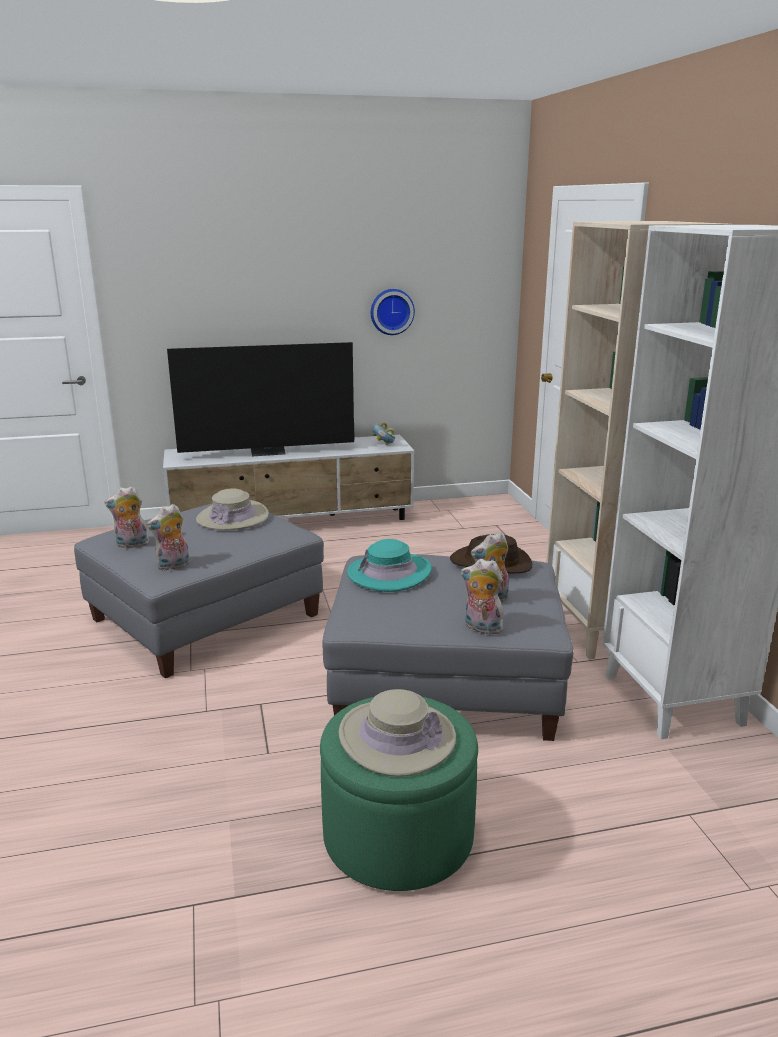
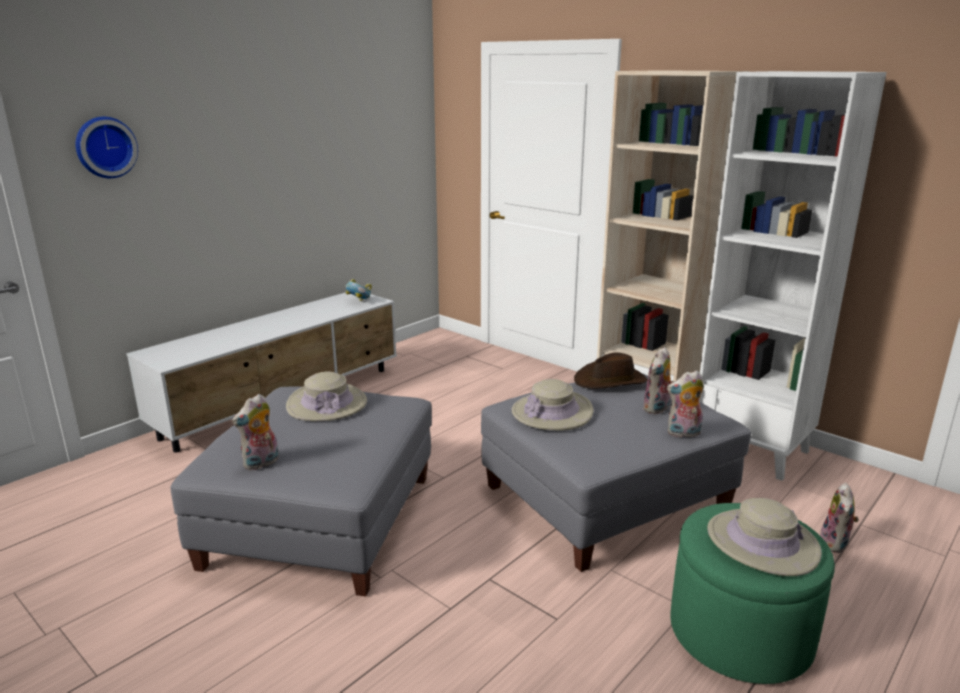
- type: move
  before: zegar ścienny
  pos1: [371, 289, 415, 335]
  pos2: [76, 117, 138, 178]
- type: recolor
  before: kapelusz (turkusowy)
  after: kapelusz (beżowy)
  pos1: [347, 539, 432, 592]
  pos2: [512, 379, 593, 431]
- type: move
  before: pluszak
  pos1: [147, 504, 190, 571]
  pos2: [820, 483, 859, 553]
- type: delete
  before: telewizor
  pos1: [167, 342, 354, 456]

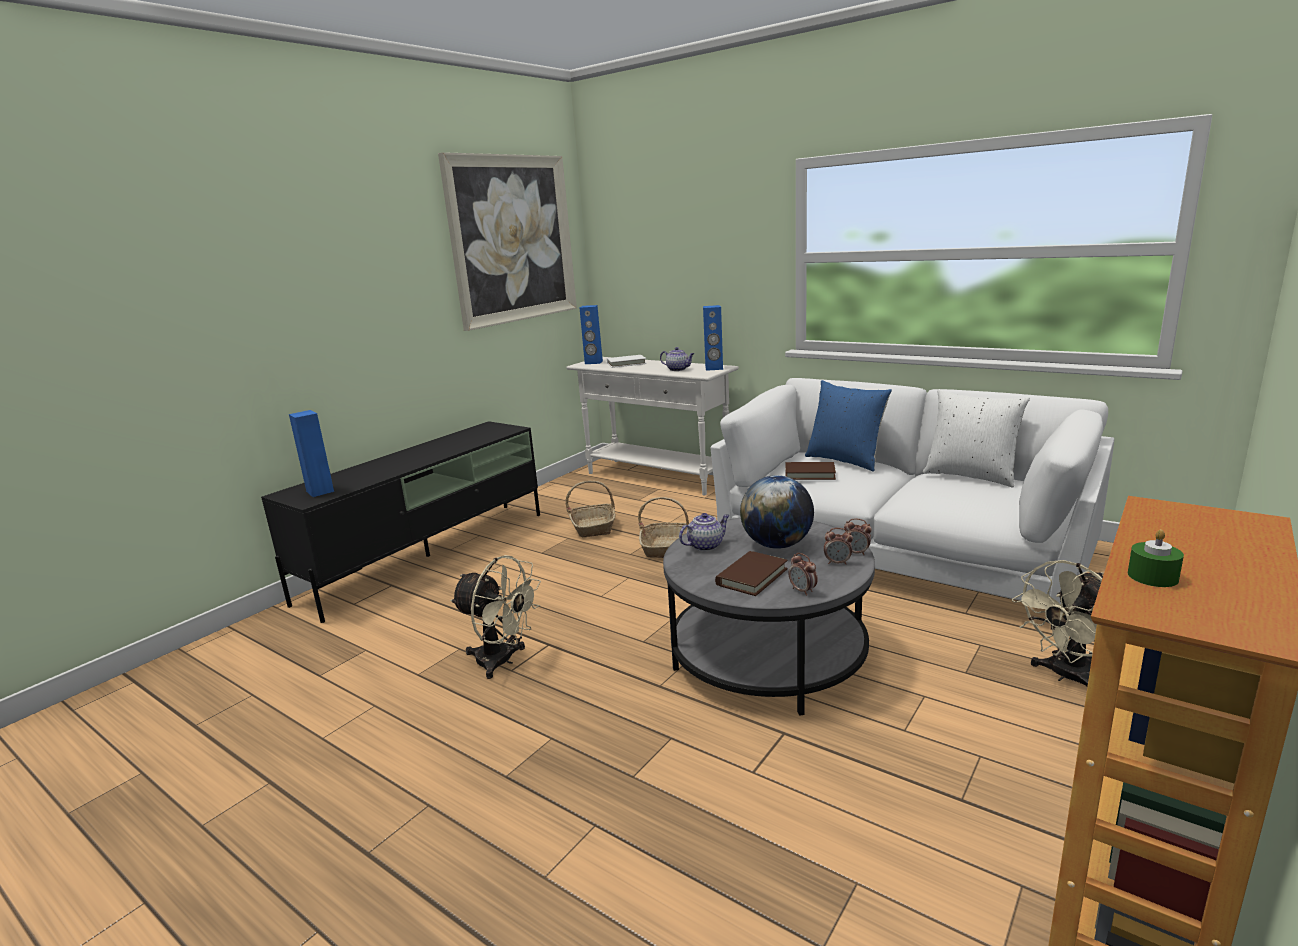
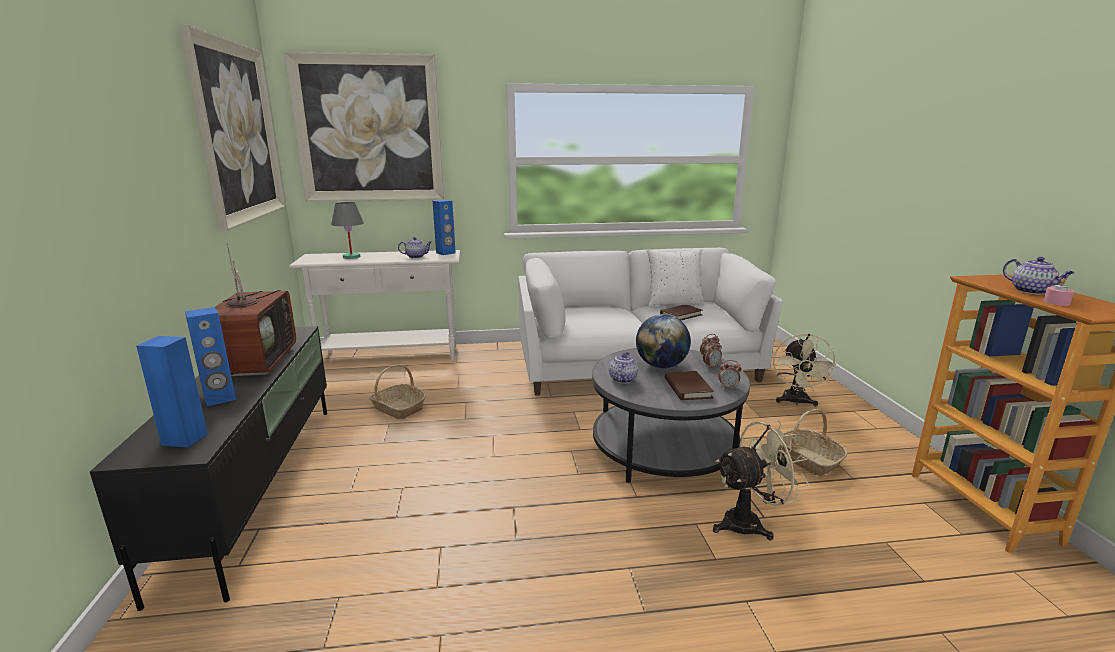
- type: move
  before: głośnik (niebieski)
  pos1: [580, 305, 603, 364]
  pos2: [185, 307, 236, 407]
- type: insert
  after: telewizor
  pos2: [215, 243, 296, 376]
- type: insert
  after: obraz
  pos2: [284, 52, 444, 202]
- type: replace
  before: książka (biały)
  after: lampa stołowa (szary)
  pos1: [607, 355, 647, 368]
  pos2: [331, 202, 364, 259]
- type: move
  before: książka (brązowy)
  pos1: [786, 462, 836, 480]
  pos2: [660, 304, 703, 320]
- type: move
  before: wentylator (beżowy)
  pos1: [450, 555, 541, 679]
  pos2: [713, 421, 809, 541]
- type: move
  before: koszyk
  pos1: [638, 497, 689, 558]
  pos2: [778, 409, 848, 476]
- type: insert
  after: imbryk
  pos2: [1003, 257, 1075, 295]
- type: recolor
  before: świeca (zielony)
  after: świeca (różowy)
  pos1: [1128, 529, 1184, 587]
  pos2: [1043, 278, 1074, 306]
- type: delete
  before: poduszka (niebieski)
  pos1: [805, 380, 892, 472]

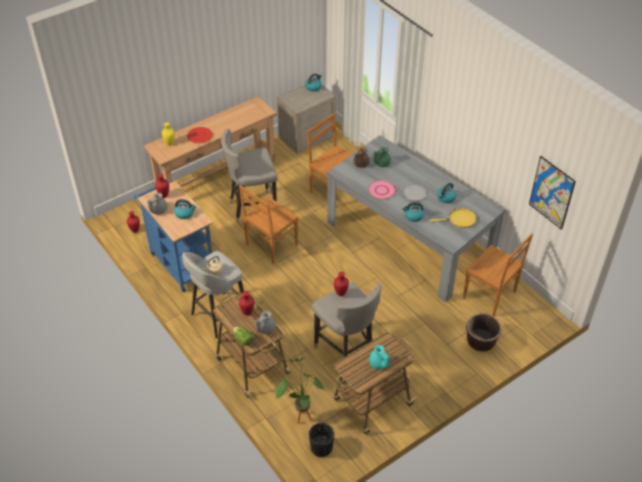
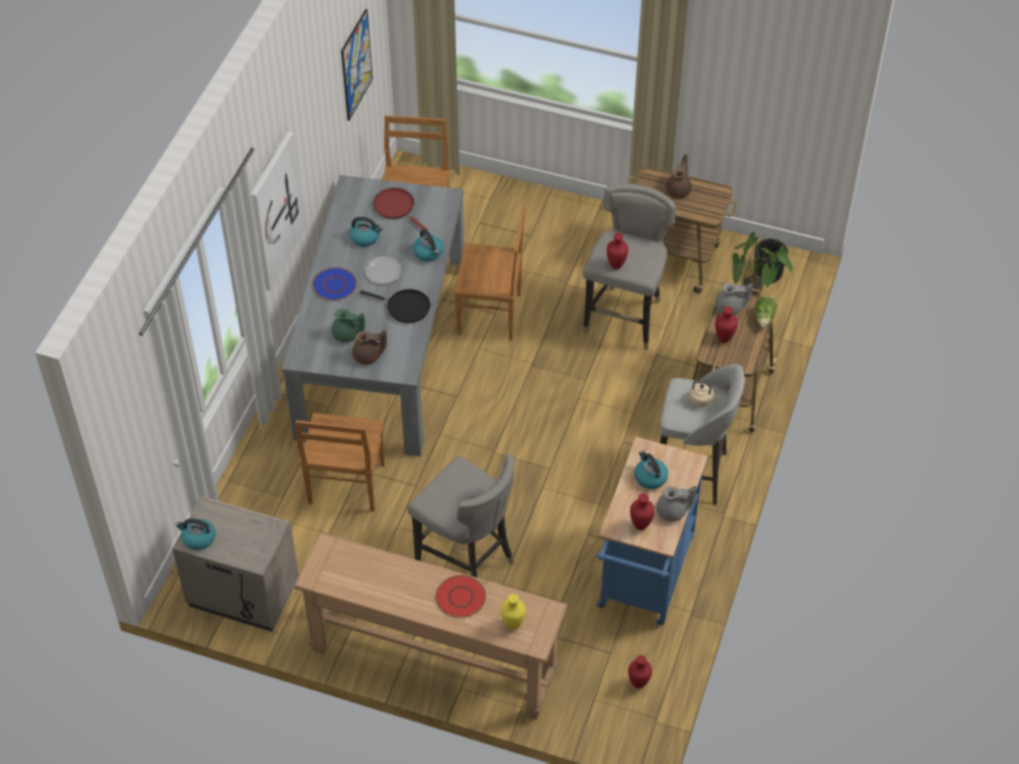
- type: insert
  after: obraz
  pos2: [251, 131, 305, 291]
- type: insert
  after: talerz (niebieski)
  pos2: [312, 267, 357, 301]
- type: replace
  before: talerz (różowy)
  after: patelnia (czarny)
  pos1: [368, 180, 396, 199]
  pos2: [360, 289, 430, 323]
- type: recolor
  before: patelnia (żółty)
  after: patelnia (czerwony)
  pos1: [430, 208, 477, 228]
  pos2: [373, 188, 428, 231]
- type: move
  before: krzesło (brązowy)
  pos1: [239, 185, 299, 264]
  pos2: [454, 204, 526, 340]
- type: recolor
  before: imbryk (turkusowy)
  after: imbryk (brązowy)
  pos1: [369, 345, 390, 369]
  pos2: [666, 154, 692, 198]
- type: delete
  before: donica (brązowy)
  pos1: [466, 313, 502, 352]

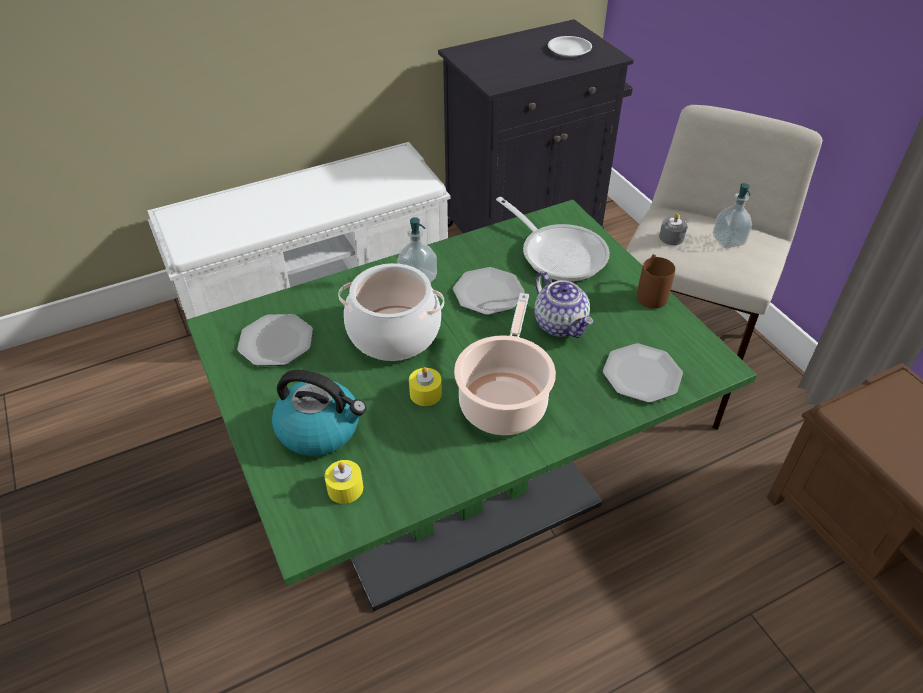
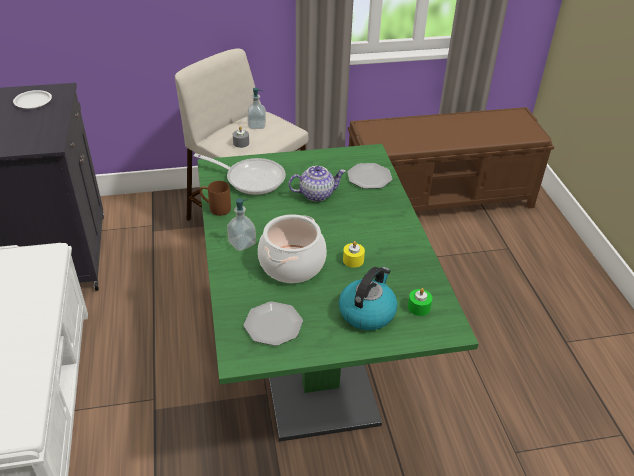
- type: rotate
  before: patelnia
  pos1: [496, 197, 610, 282]
  pos2: [194, 153, 286, 195]
  turn: 45
- type: move
  before: kubek (brązowy)
  pos1: [637, 254, 675, 309]
  pos2: [200, 181, 231, 216]
- type: recolor
  before: świeca (żółty)
  after: świeca (zielony)
  pos1: [325, 460, 363, 504]
  pos2: [408, 288, 432, 316]
- type: delete
  before: talerz
  pos1: [453, 267, 524, 315]
- type: delete
  before: garnek
  pos1: [454, 293, 556, 435]

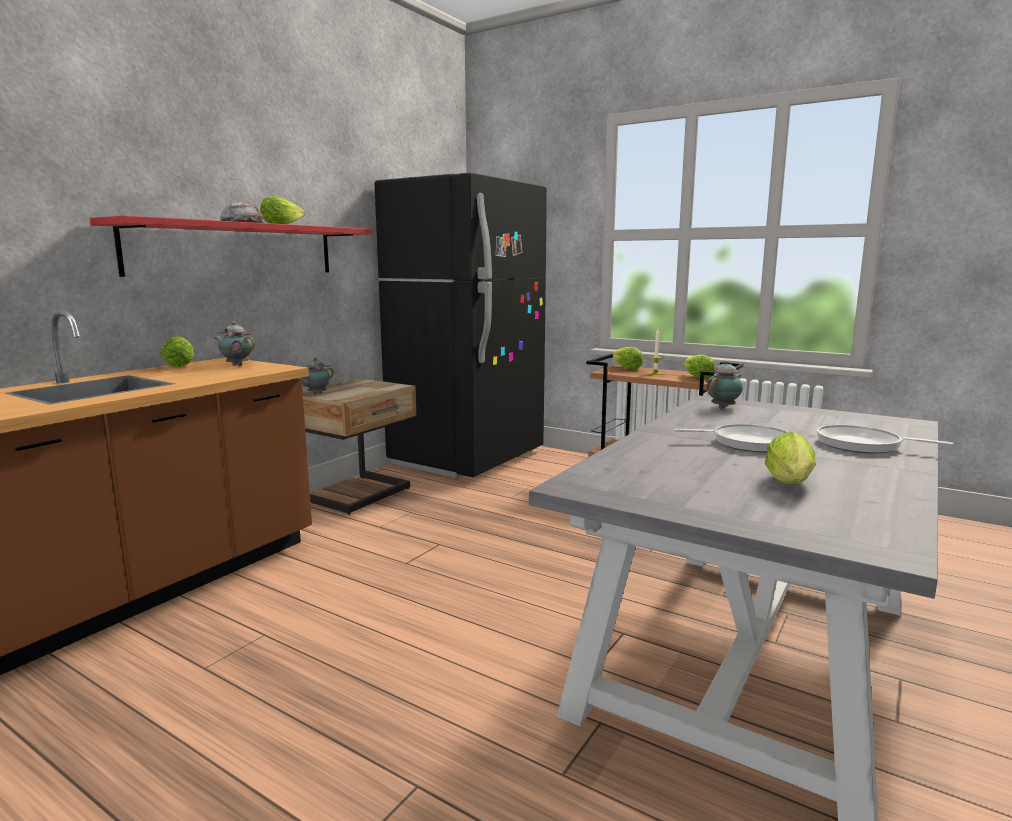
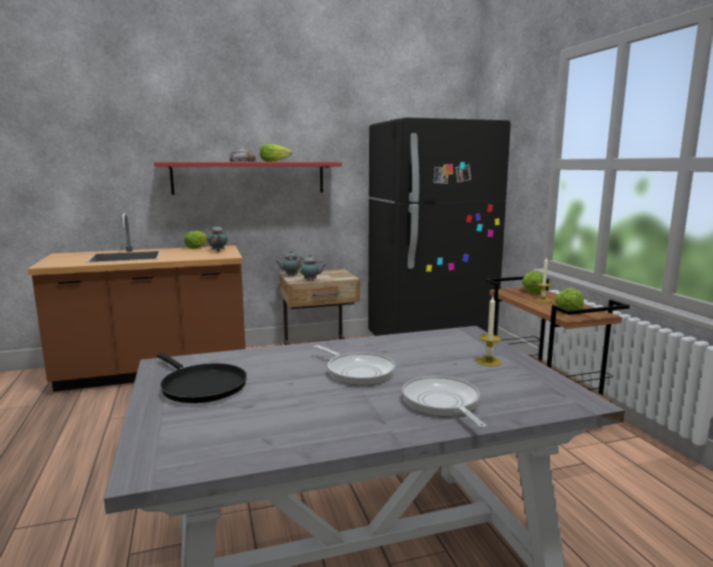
- type: insert
  after: patelnia (czarny)
  pos2: [157, 353, 247, 403]
- type: move
  before: imbryk
  pos1: [707, 360, 743, 409]
  pos2: [295, 255, 326, 281]
- type: insert
  after: świeca
  pos2: [476, 297, 502, 366]
- type: delete
  before: sałata
  pos1: [765, 431, 816, 484]

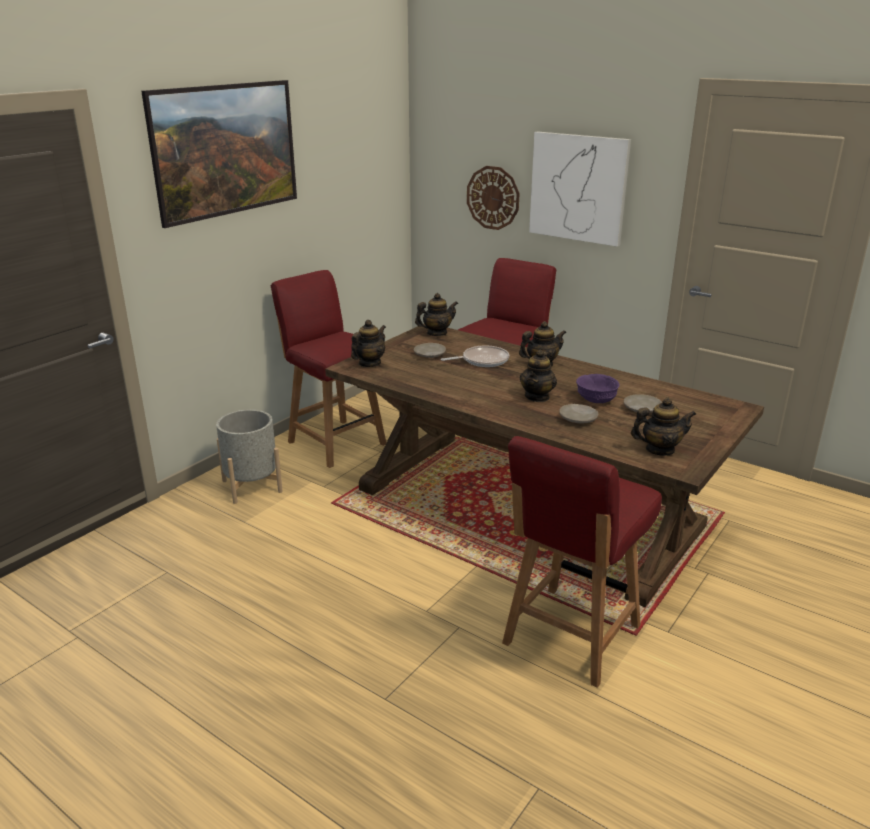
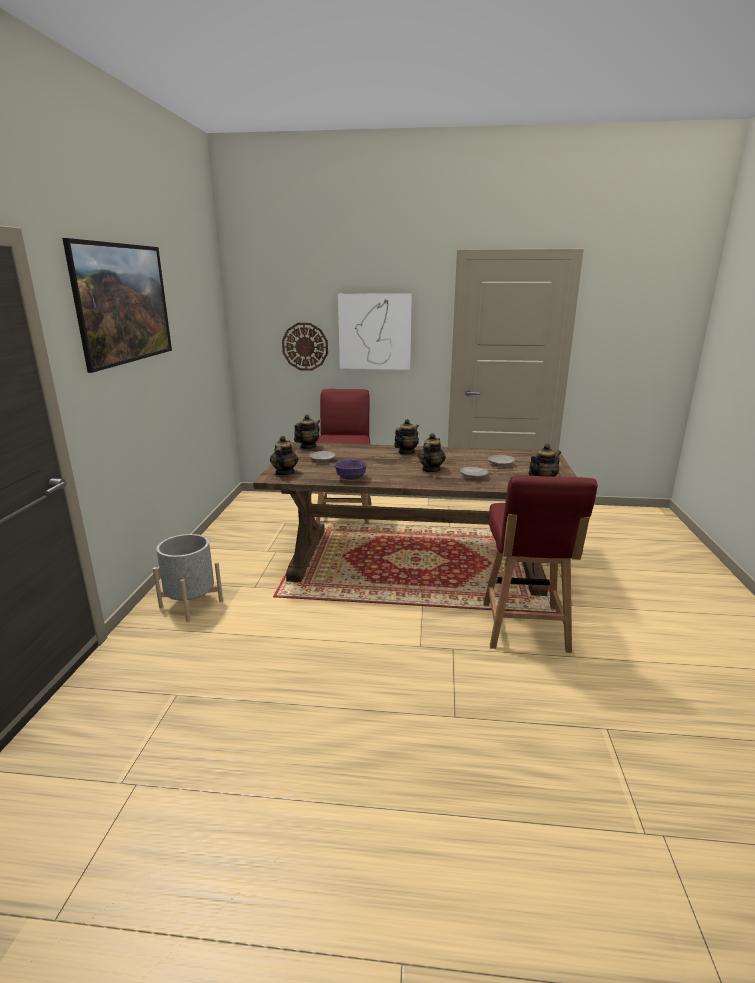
- type: move
  before: miska (fioletowy)
  pos1: [576, 374, 620, 403]
  pos2: [334, 459, 367, 480]
- type: rotate
  before: imbryk
  pos1: [520, 350, 557, 402]
  pos2: [418, 433, 446, 472]
  turn: -150
- type: delete
  before: krzesło (czerwony)
  pos1: [271, 270, 386, 468]
- type: delete
  before: patelnia
  pos1: [441, 345, 509, 367]

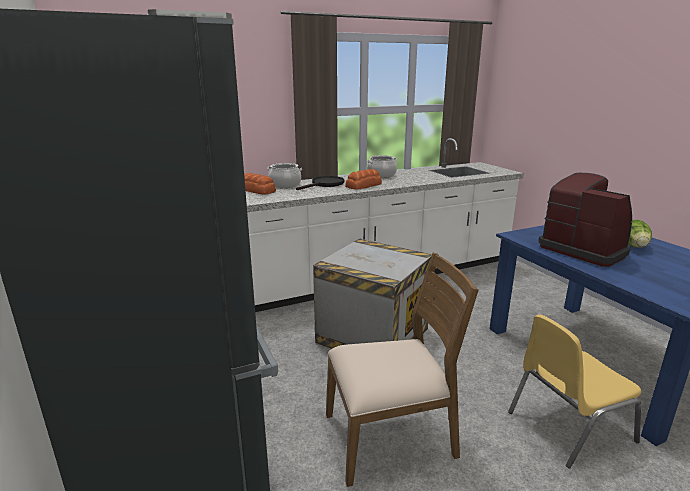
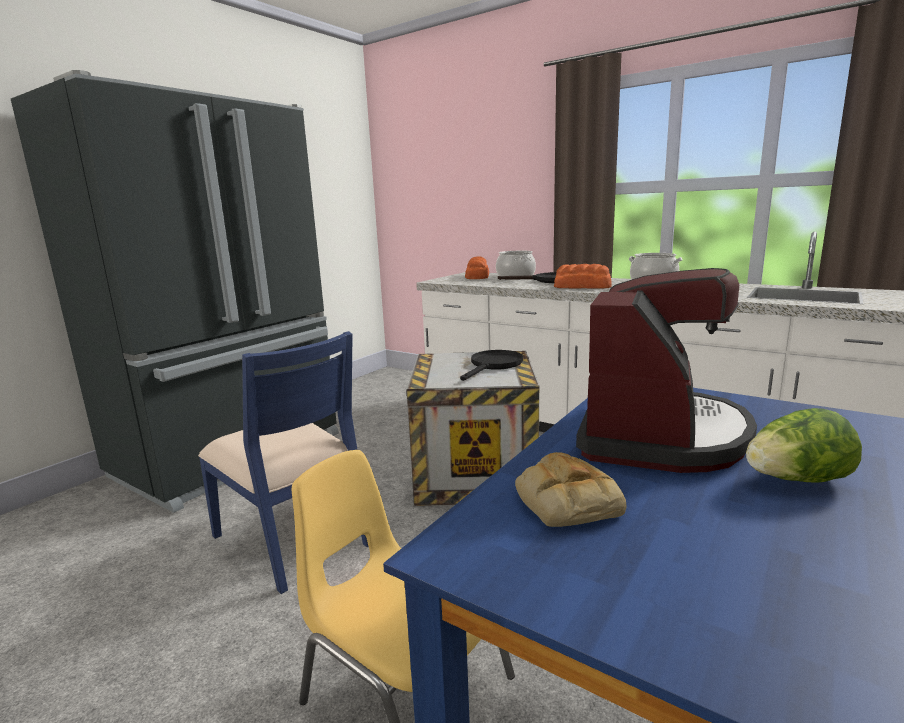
- type: recolor
  before: krzesło (brązowy)
  after: krzesło (niebieski)
  pos1: [326, 253, 479, 487]
  pos2: [198, 331, 369, 594]
- type: insert
  after: patelnia (czarny)
  pos2: [460, 350, 523, 381]
- type: insert
  after: chleb
  pos2: [515, 452, 627, 527]

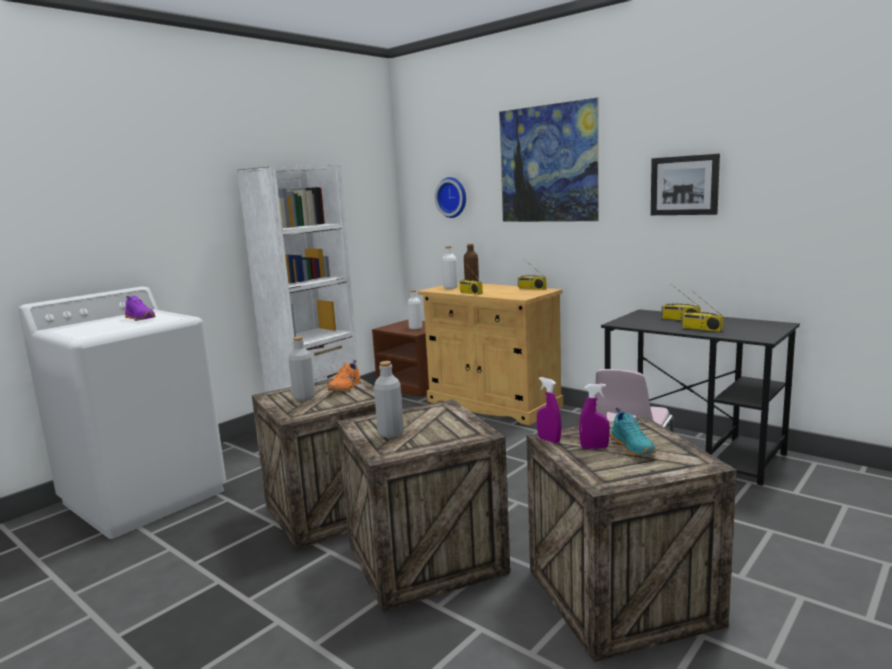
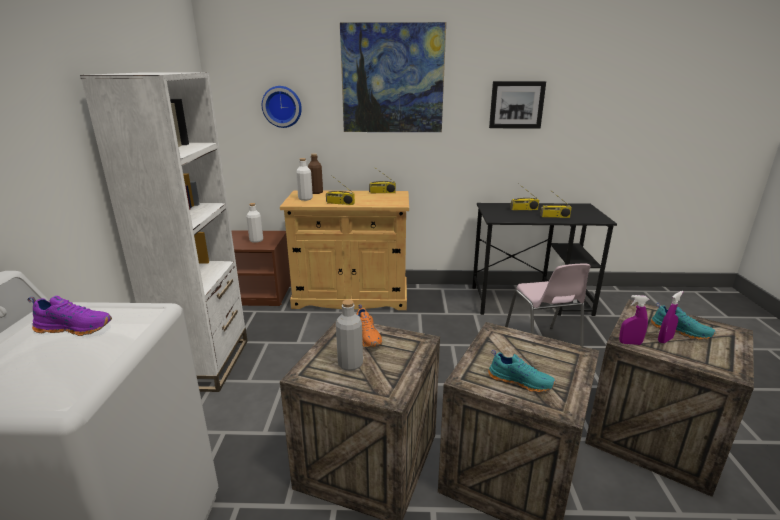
- type: replace
  before: butelka (szary)
  after: but (turkusowy)
  pos1: [374, 361, 404, 438]
  pos2: [488, 350, 555, 392]

